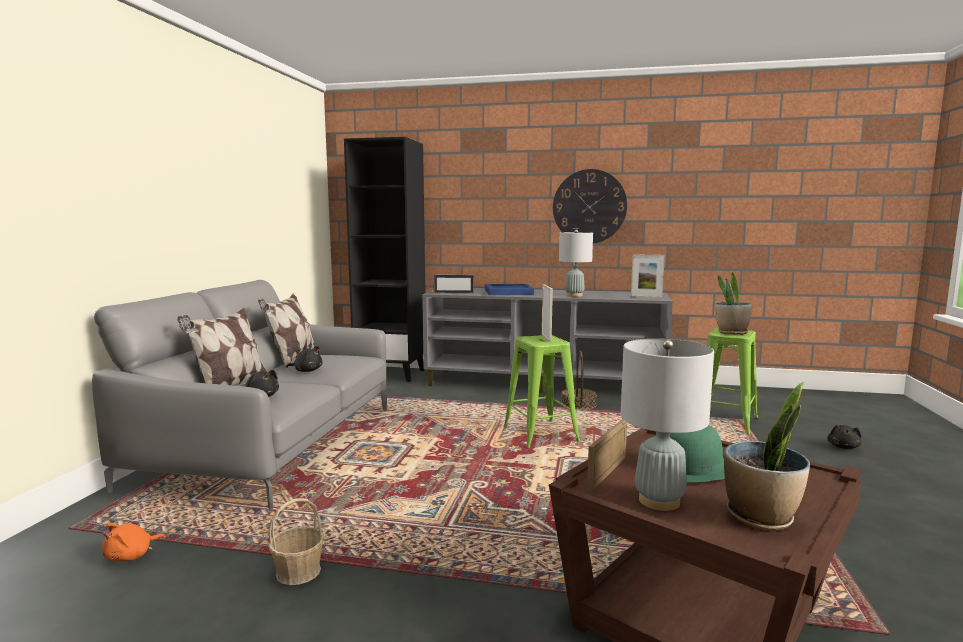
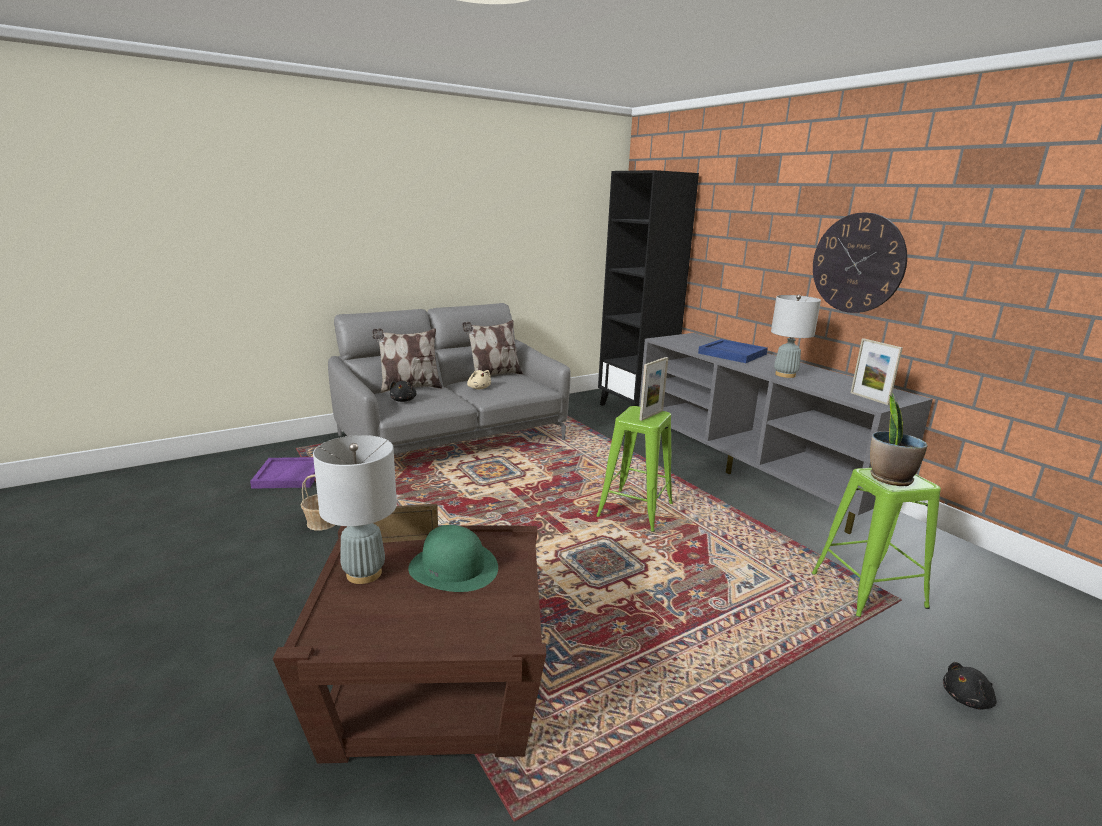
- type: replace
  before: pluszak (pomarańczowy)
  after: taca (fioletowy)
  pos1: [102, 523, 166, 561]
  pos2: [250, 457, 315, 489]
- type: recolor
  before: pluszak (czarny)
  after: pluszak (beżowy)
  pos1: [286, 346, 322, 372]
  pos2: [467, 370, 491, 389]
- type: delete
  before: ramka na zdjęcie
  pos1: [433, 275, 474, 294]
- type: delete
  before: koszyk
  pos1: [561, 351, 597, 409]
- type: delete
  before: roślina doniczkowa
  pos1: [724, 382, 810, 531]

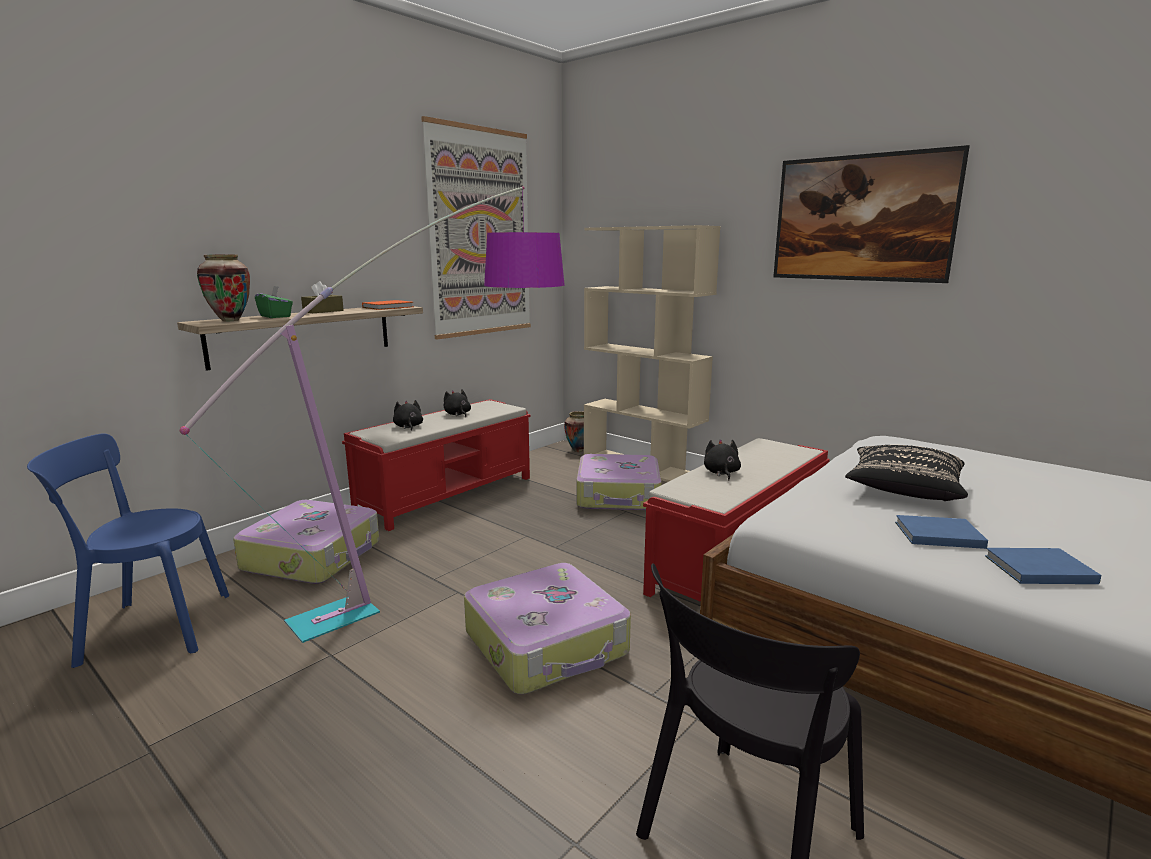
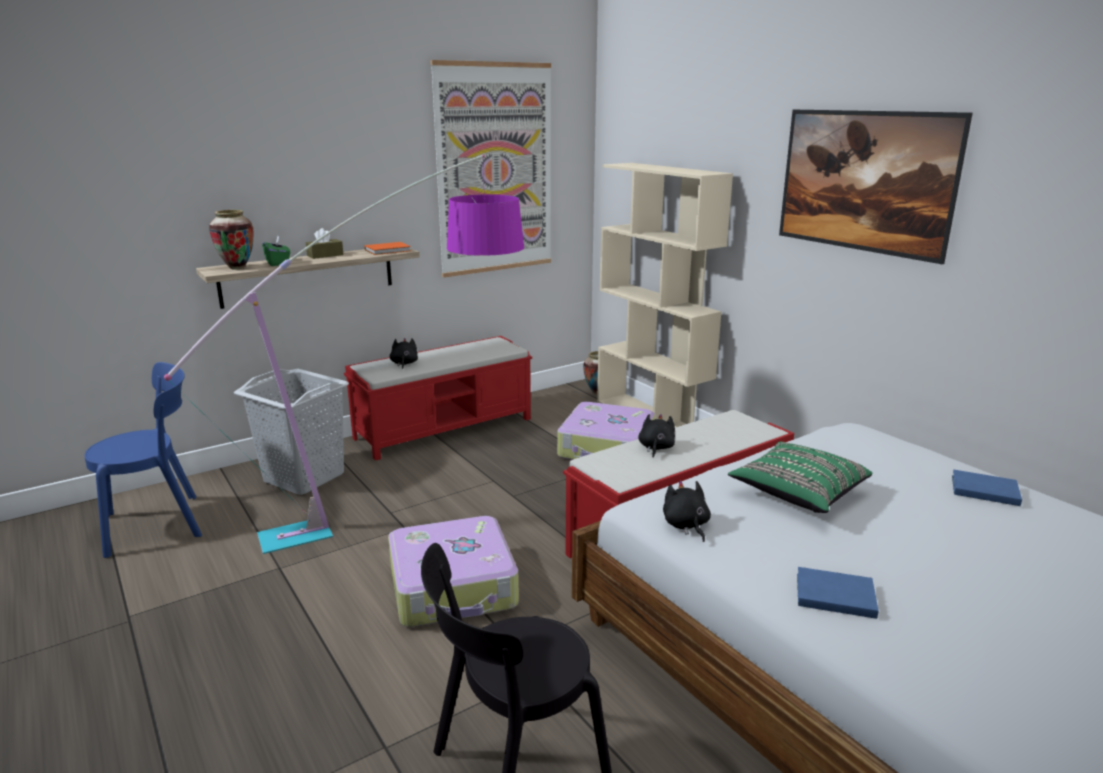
- type: rotate
  before: krzesło (niebieski)
  pos1: [27, 433, 229, 668]
  pos2: [85, 362, 202, 558]
  turn: 150
- type: replace
  before: walizka
  after: kosz na pranie (szary)
  pos1: [233, 500, 379, 584]
  pos2: [234, 369, 349, 495]
- type: move
  before: pluszak (czarny)
  pos1: [444, 389, 471, 417]
  pos2: [663, 480, 711, 542]
- type: recolor
  before: poduszka (czarny)
  after: poduszka (zielony)
  pos1: [845, 445, 968, 501]
  pos2: [728, 442, 872, 513]
- type: move
  before: książka (niebieski)
  pos1: [895, 515, 988, 549]
  pos2: [952, 469, 1022, 506]

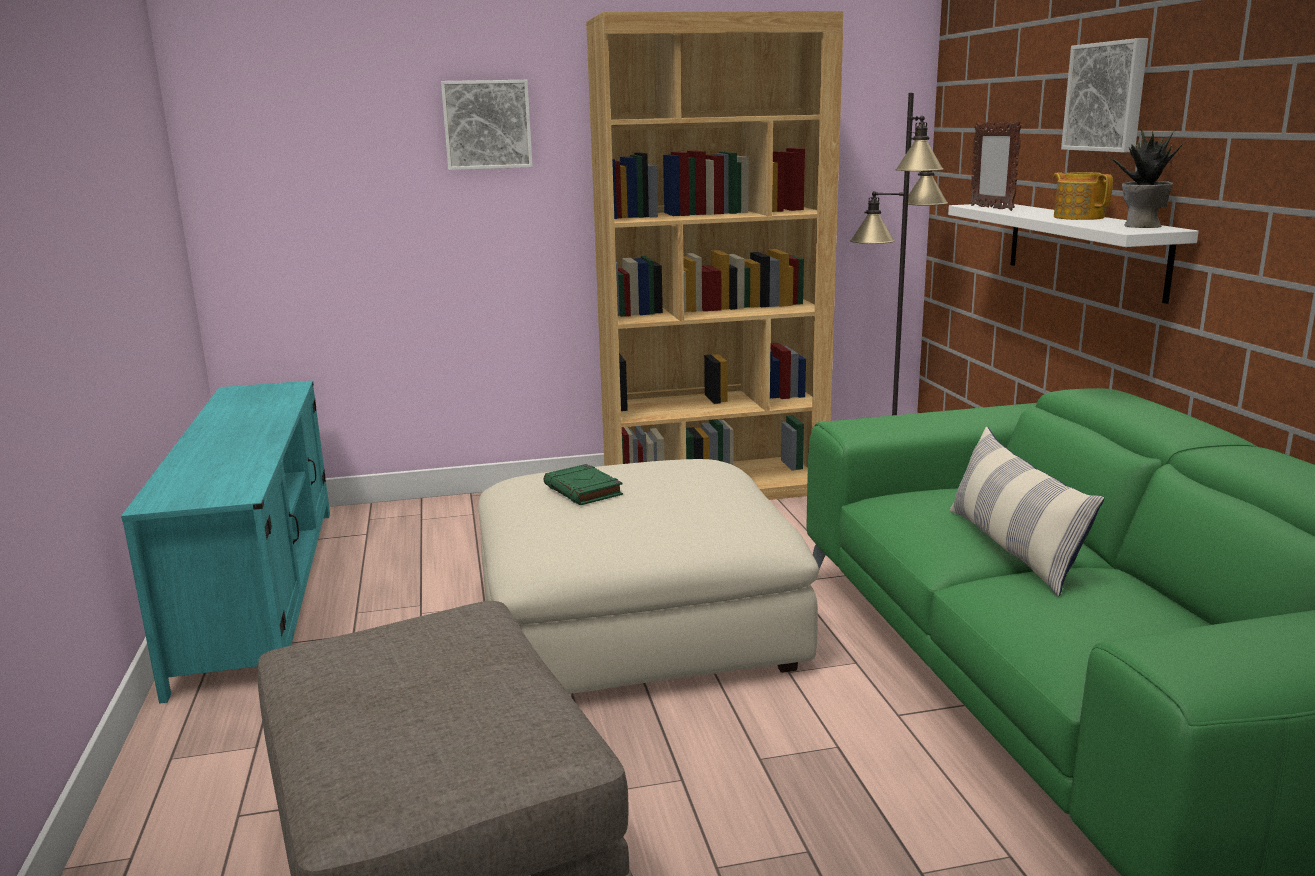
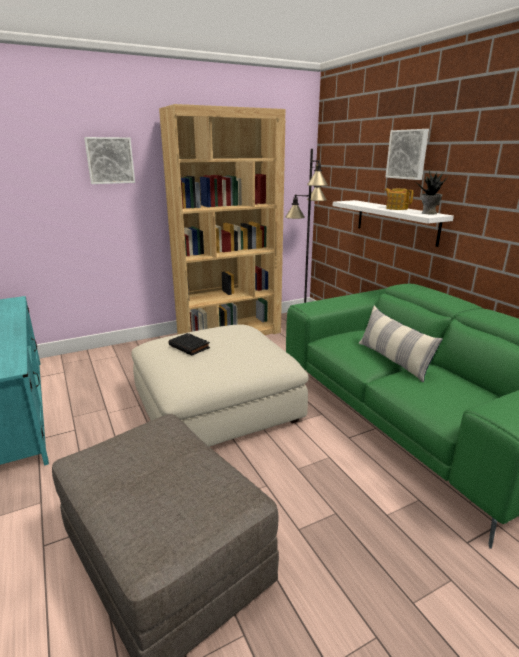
- type: recolor
  before: książka (zielony)
  after: książka (czarny)
  pos1: [544, 464, 623, 505]
  pos2: [169, 333, 210, 355]
- type: delete
  before: ramka na zdjęcie
  pos1: [970, 122, 1022, 211]

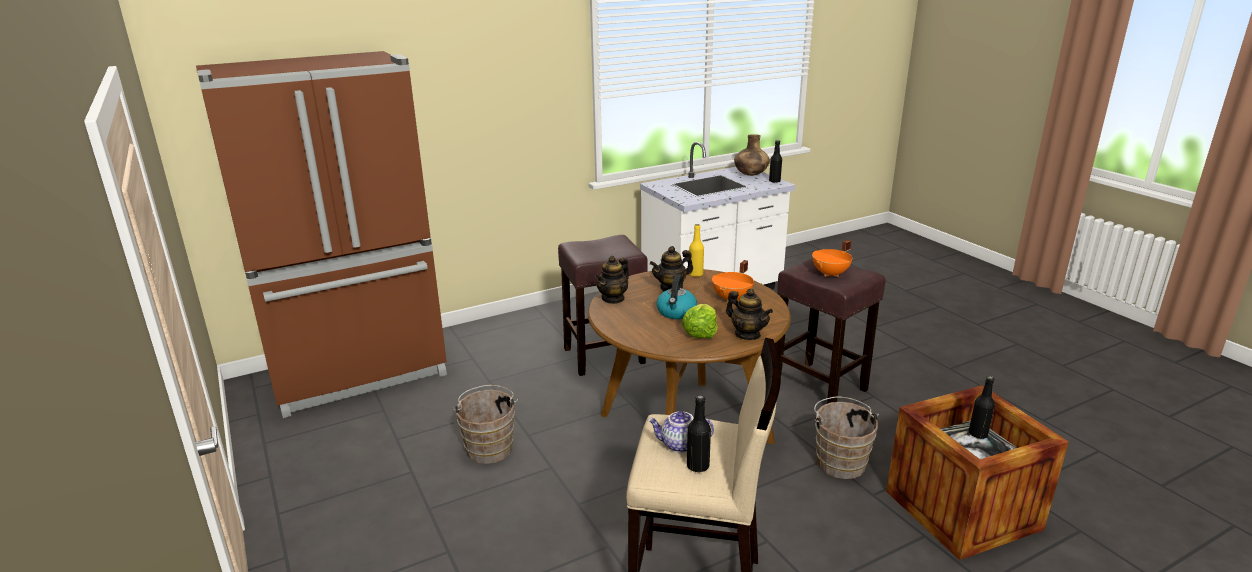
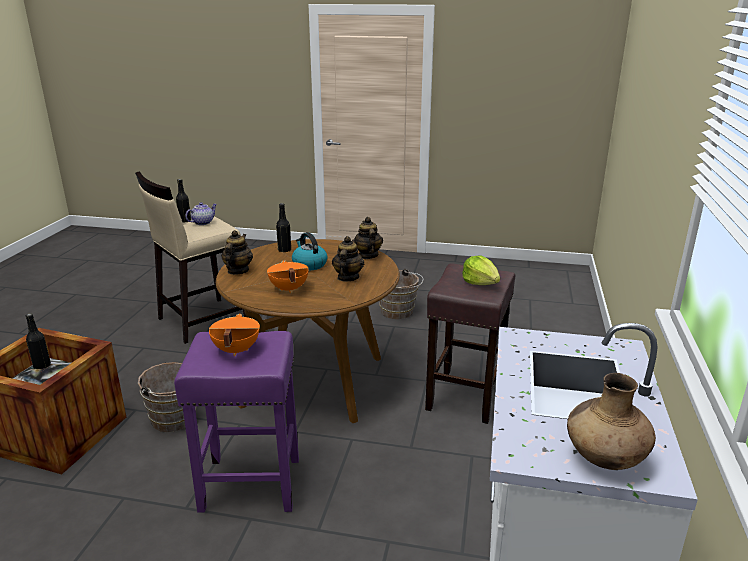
- type: recolor
  before: stołek (brązowy)
  after: stołek (fioletowy)
  pos1: [775, 258, 886, 404]
  pos2: [174, 331, 299, 513]
- type: rotate
  before: imbryk
  pos1: [726, 288, 773, 340]
  pos2: [221, 230, 253, 275]
  turn: 105
- type: move
  before: butelka (czarny)
  pos1: [769, 140, 782, 183]
  pos2: [276, 203, 291, 253]
- type: move
  before: sałata
  pos1: [682, 304, 718, 338]
  pos2: [462, 255, 500, 285]
- type: delete
  before: lodówka (brązowy)
  pos1: [196, 51, 447, 418]
- type: delete
  before: butelka (żółty)
  pos1: [689, 224, 704, 277]

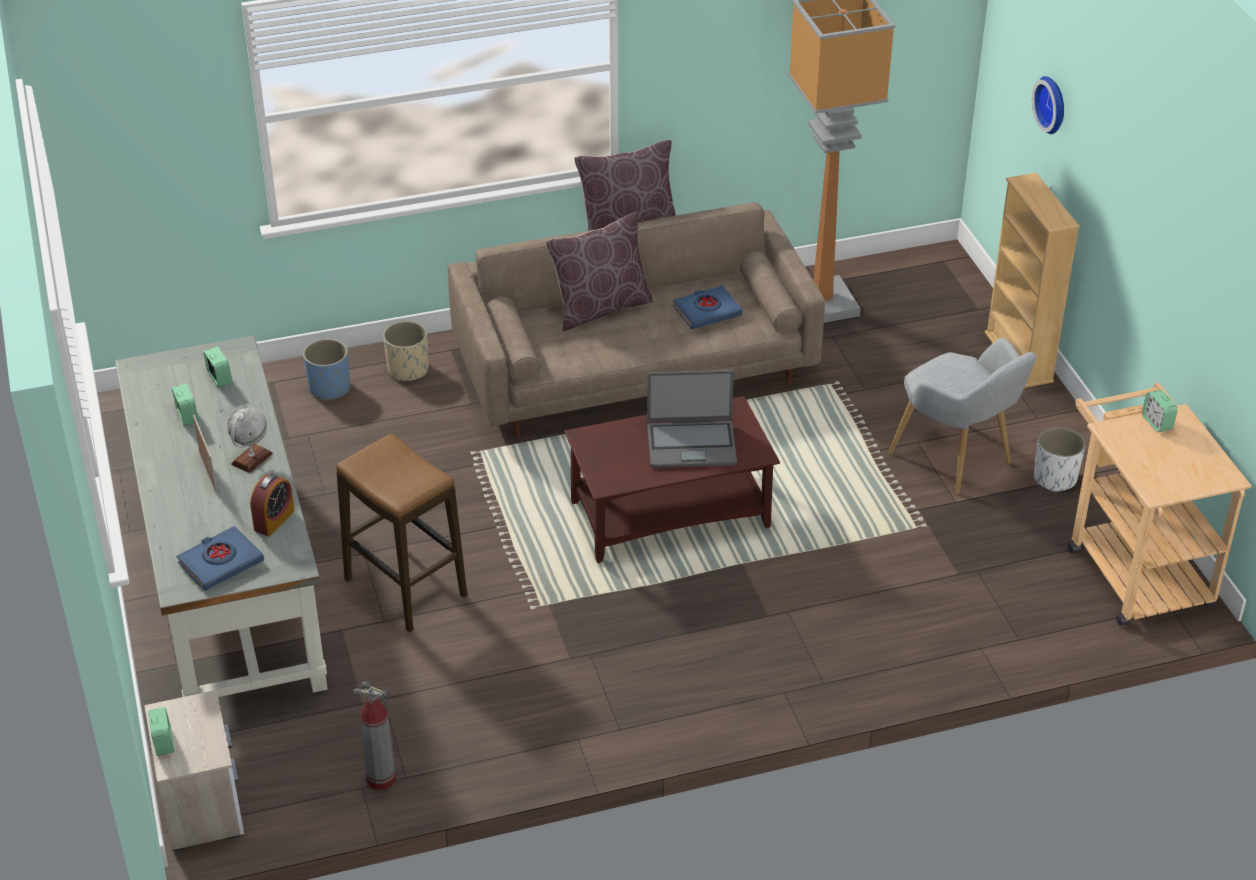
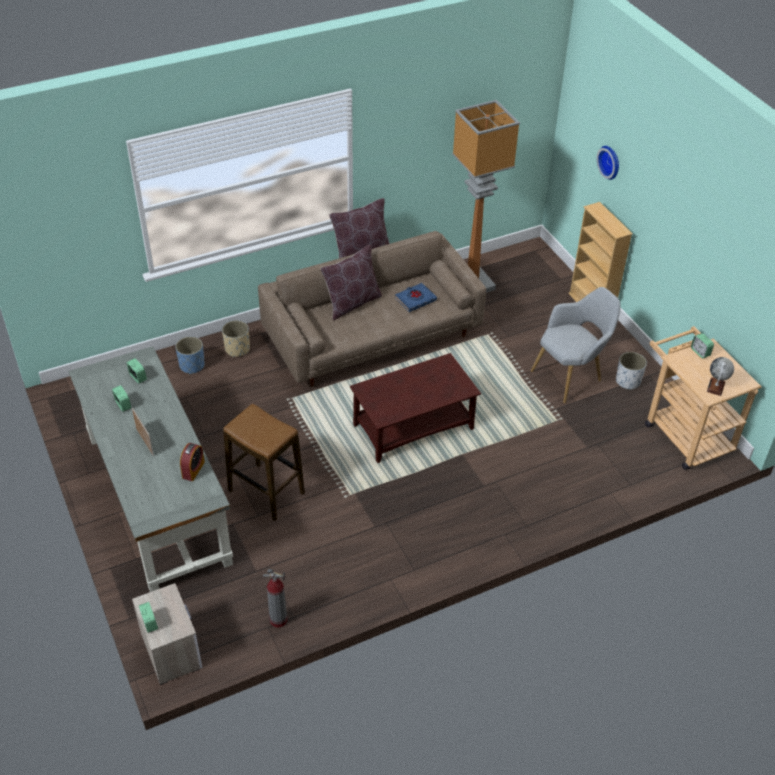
- type: rotate
  before: fotel (szary)
  pos1: [889, 338, 1036, 494]
  pos2: [531, 287, 621, 403]
  turn: -75
- type: move
  before: globus
  pos1: [227, 407, 273, 473]
  pos2: [707, 357, 734, 396]
- type: delete
  before: książka (niebieski)
  pos1: [177, 526, 264, 591]
- type: delete
  before: laptop
  pos1: [647, 370, 737, 468]

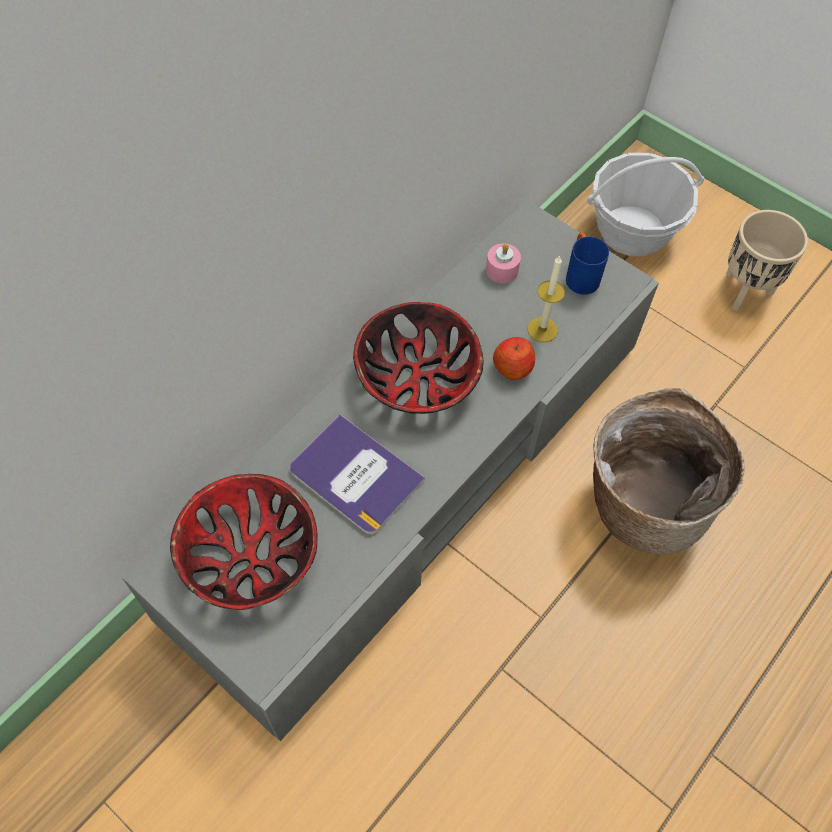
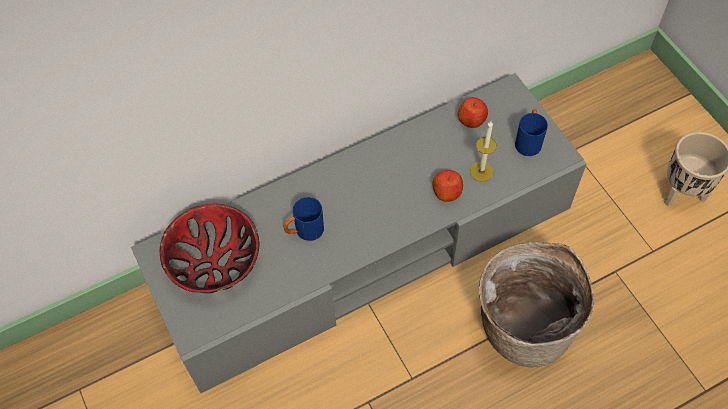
- type: replace
  before: książka
  after: kubek (niebieski)
  pos1: [290, 415, 425, 535]
  pos2: [283, 197, 324, 241]
- type: replace
  before: świeca (różowy)
  after: jabłko
  pos1: [486, 243, 521, 283]
  pos2: [458, 97, 488, 128]
- type: delete
  before: miska
  pos1: [353, 302, 483, 414]
- type: delete
  before: koszyk
  pos1: [587, 153, 705, 256]

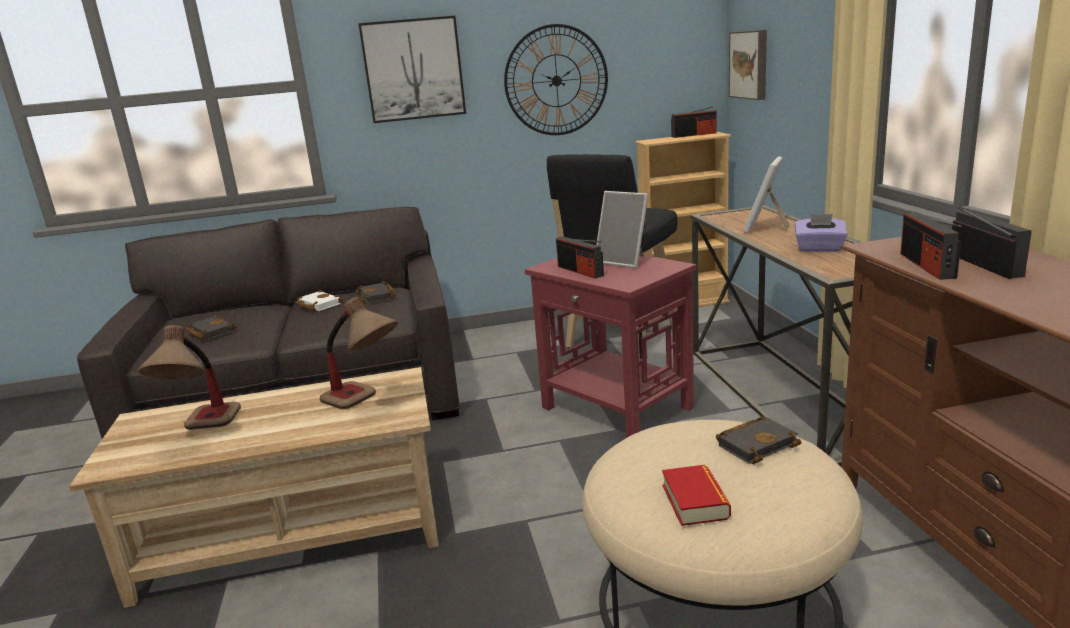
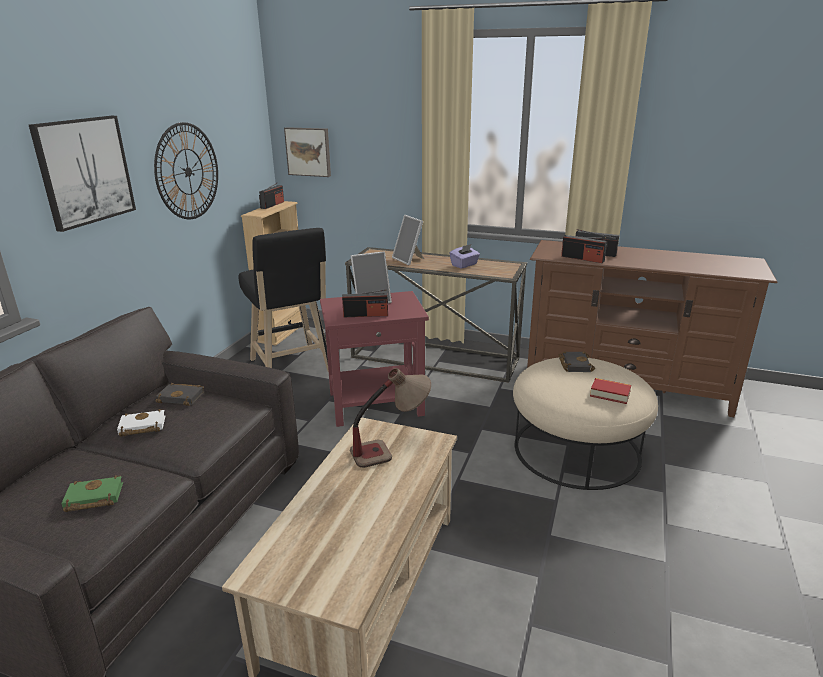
- type: recolor
  before: książka (czarny)
  after: książka (zielony)
  pos1: [185, 315, 237, 340]
  pos2: [61, 475, 123, 512]
- type: delete
  before: lampa stołowa
  pos1: [138, 325, 241, 430]

